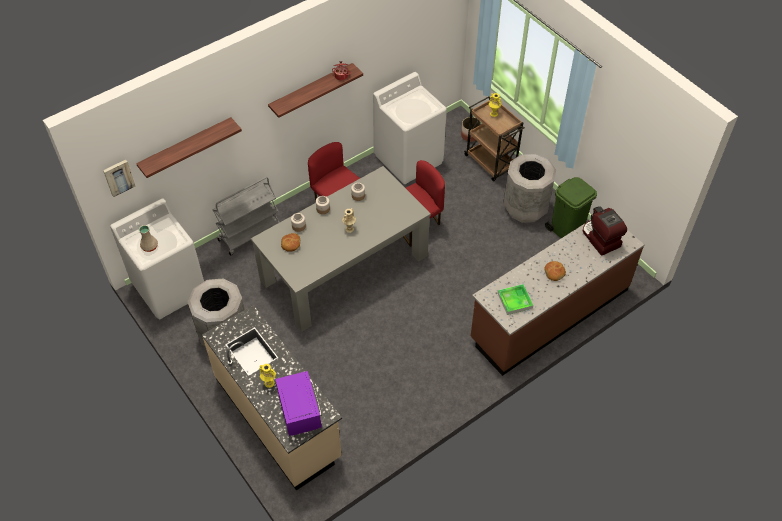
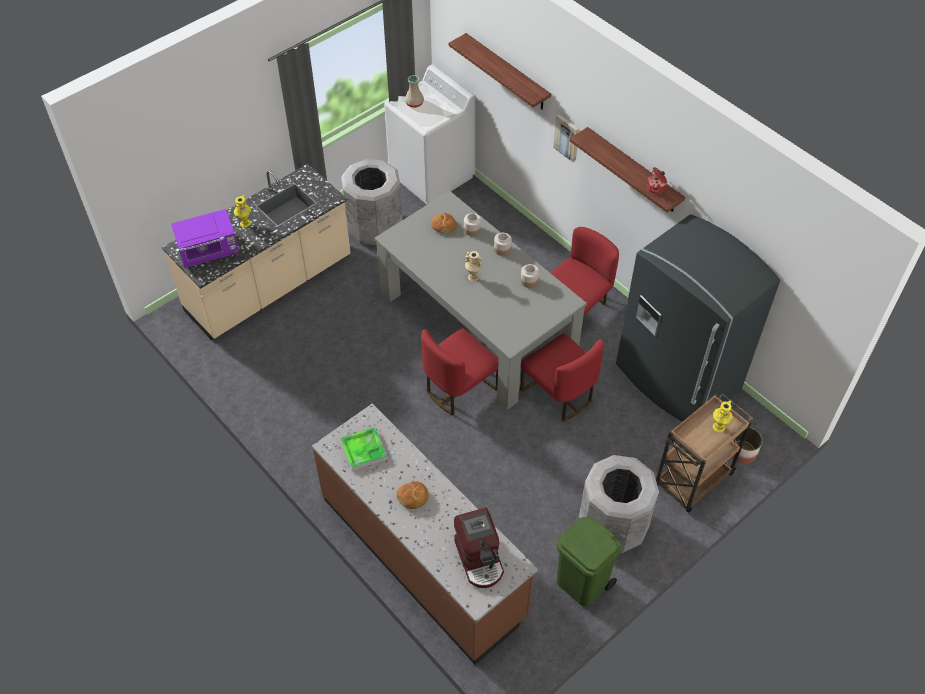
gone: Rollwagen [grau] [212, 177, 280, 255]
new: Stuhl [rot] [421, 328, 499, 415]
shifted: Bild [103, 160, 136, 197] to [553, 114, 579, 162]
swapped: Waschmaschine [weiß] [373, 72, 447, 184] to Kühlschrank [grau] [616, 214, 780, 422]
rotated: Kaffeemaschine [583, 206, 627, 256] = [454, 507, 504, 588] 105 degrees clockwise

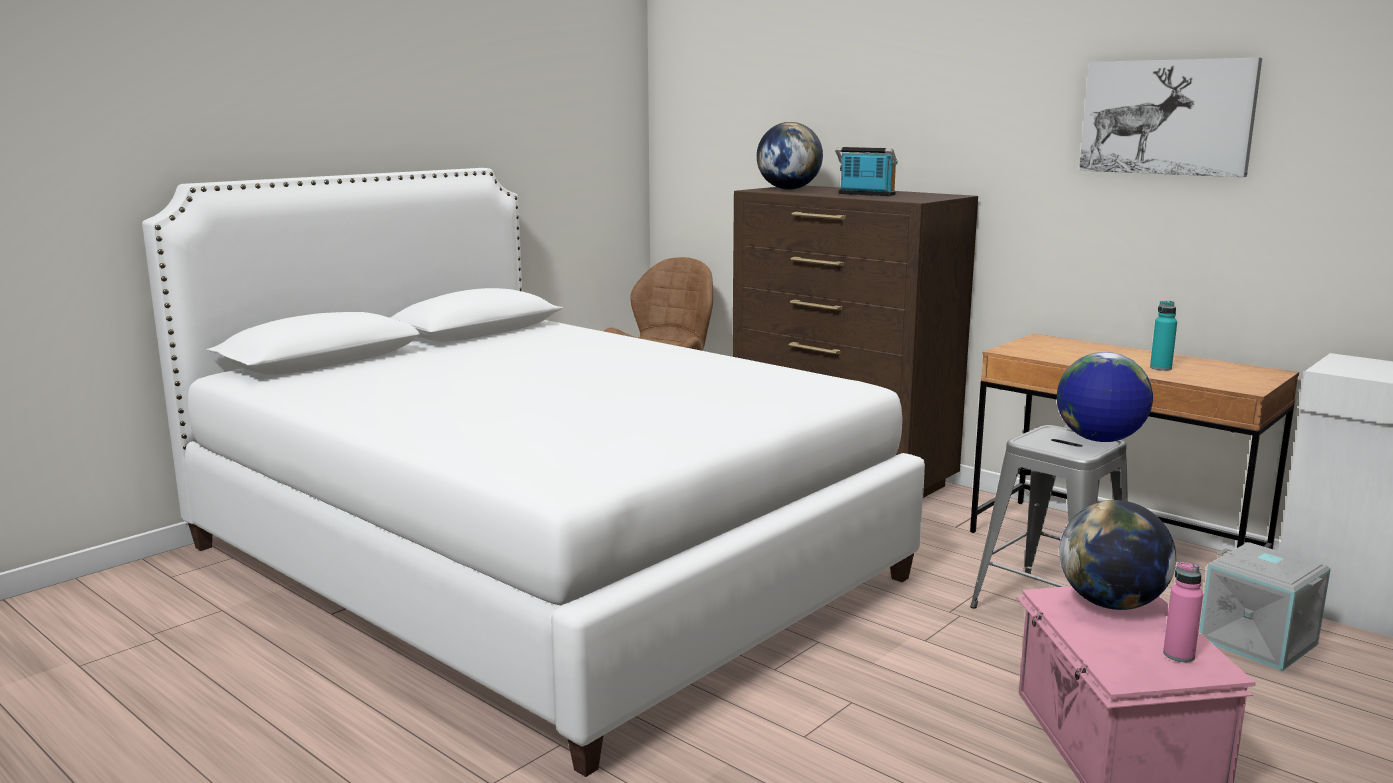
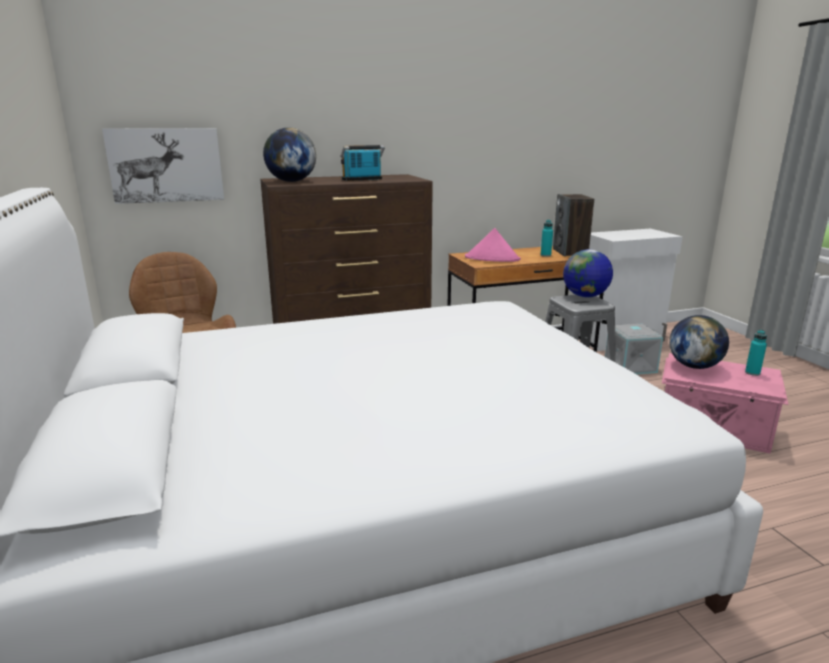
new: Hut [rosa] [465, 228, 520, 262]; Lautsprecher [553, 194, 594, 256]
shifted: Bild [1079, 58, 1262, 177] to [102, 128, 224, 204]
repainted: Flasche [rosa] [1163, 562, 1203, 662] to Flasche [türkis] [745, 330, 767, 376]

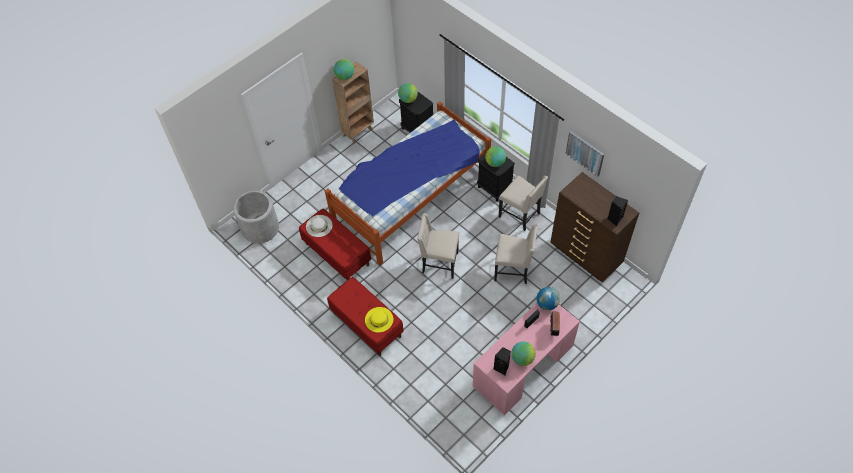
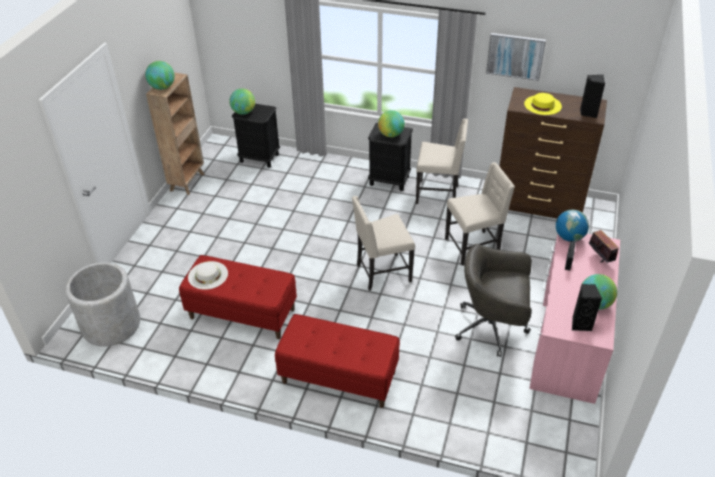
gone: Bett [325, 101, 491, 265]
new: Bürostuhl [grau] [455, 244, 532, 357]
shifted: Hut [gelb] [365, 307, 393, 332] to [524, 93, 562, 115]

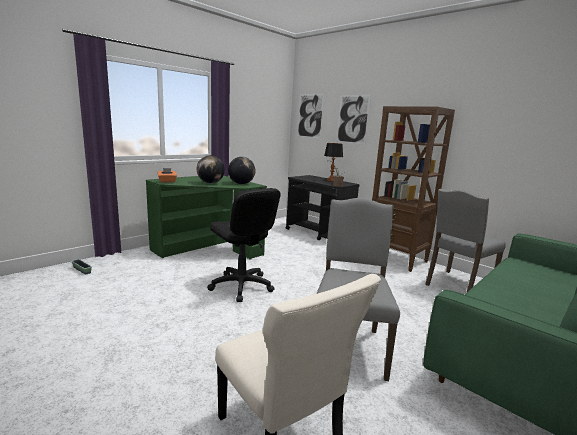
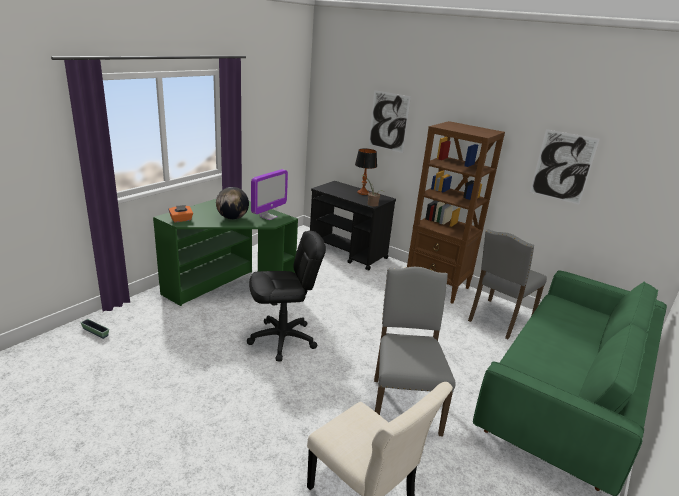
shifted: Bild [298, 94, 324, 138] to [530, 129, 600, 205]
swapped: Globus [228, 157, 255, 184] to Monitor [251, 169, 288, 220]
rotated: Bürostuhl [schwarz] [207, 188, 281, 302] = [247, 231, 326, 362] 60 degrees counterclockwise

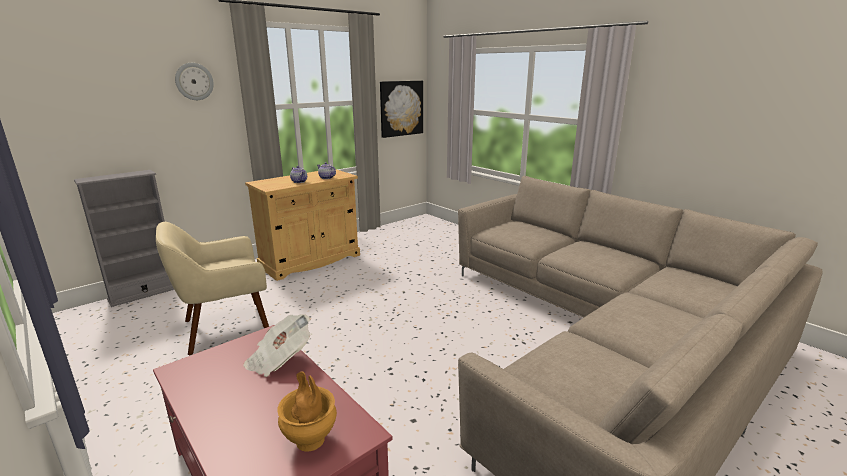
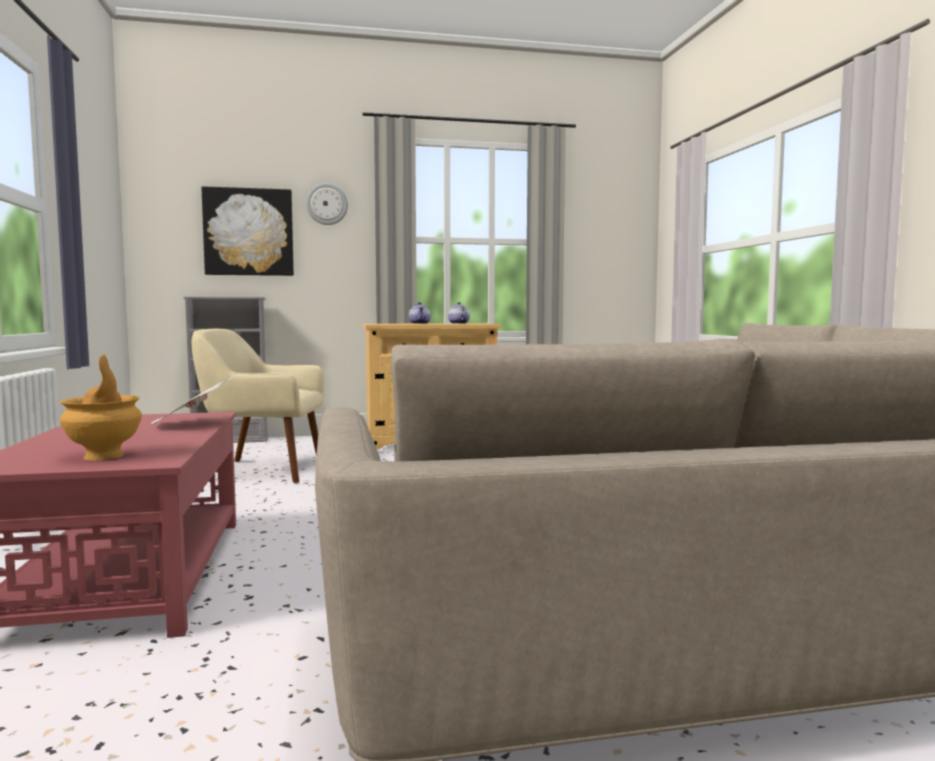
shifted: Bild [380, 81, 423, 138] to [201, 186, 294, 276]

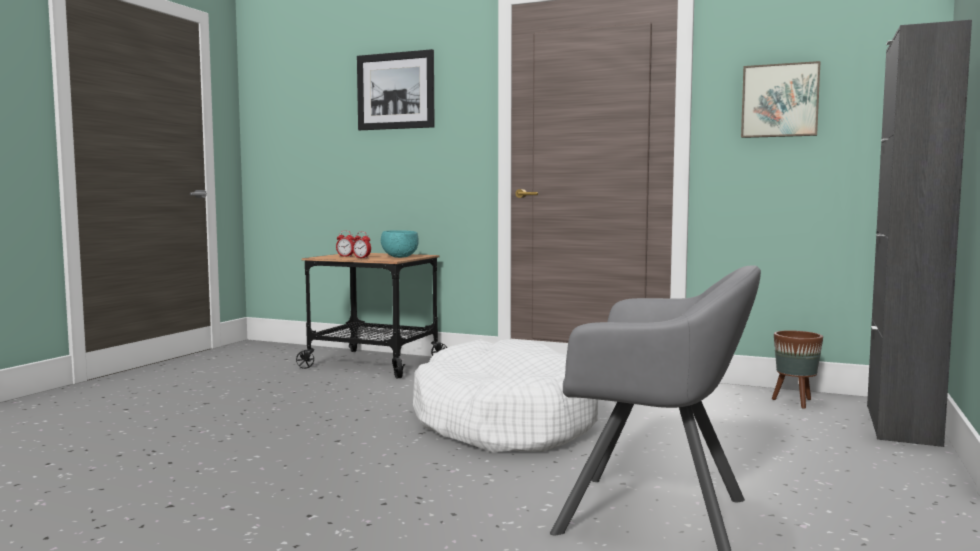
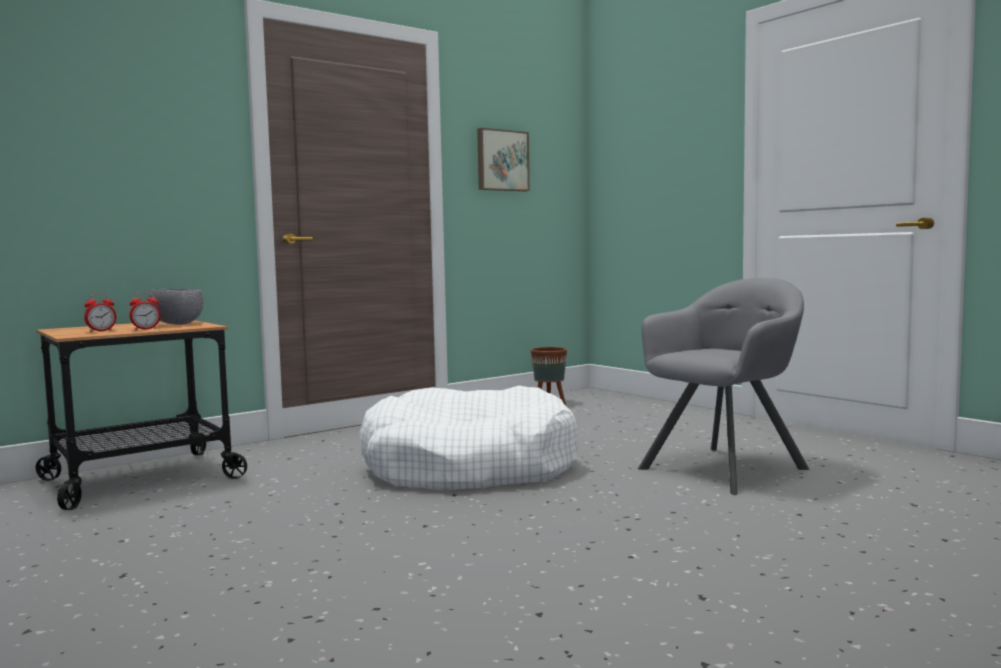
gone: Bild [357, 49, 435, 130]; Schrank [schwarz] [867, 20, 972, 447]
repainted: Schüssel [türkis] [381, 230, 419, 258] to Schüssel [grau] [149, 289, 203, 325]

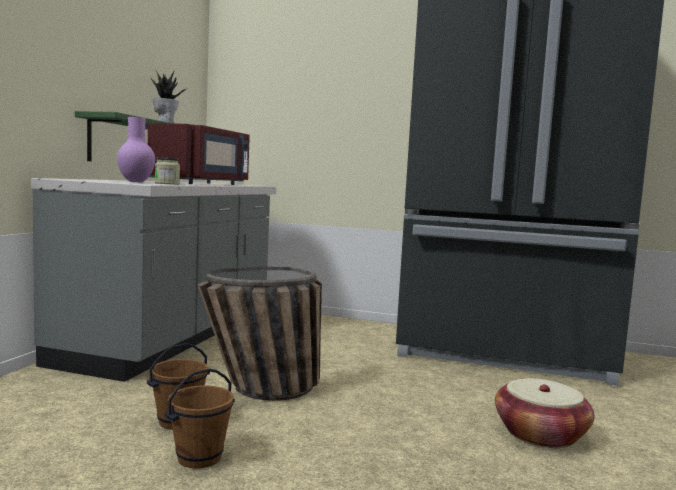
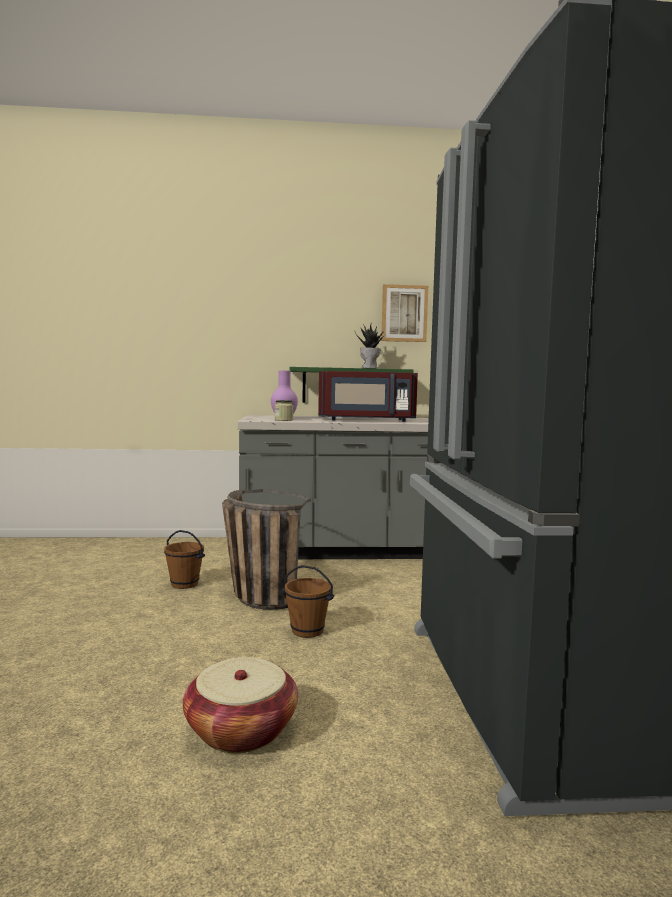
new: Bild [381, 284, 428, 342]
shifted: Eimer [braun] [164, 368, 235, 469] to [282, 565, 334, 638]

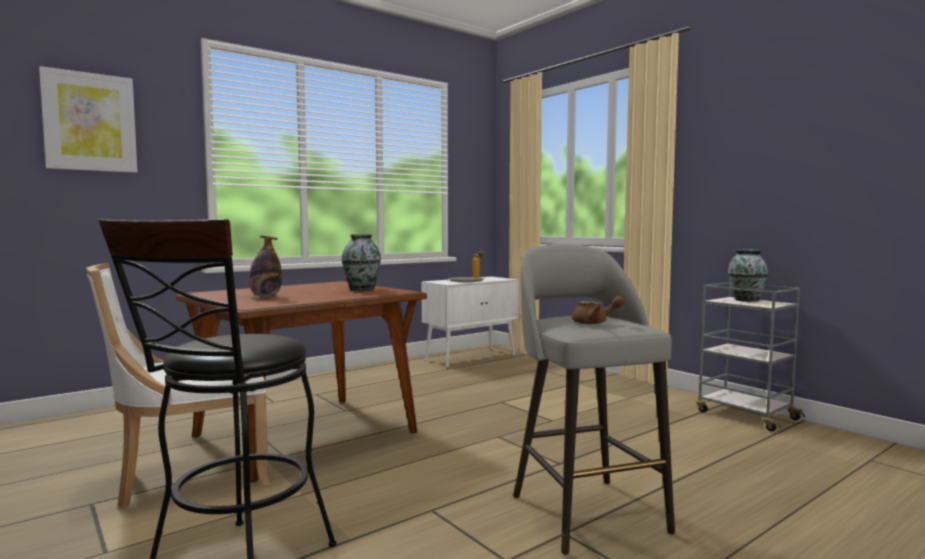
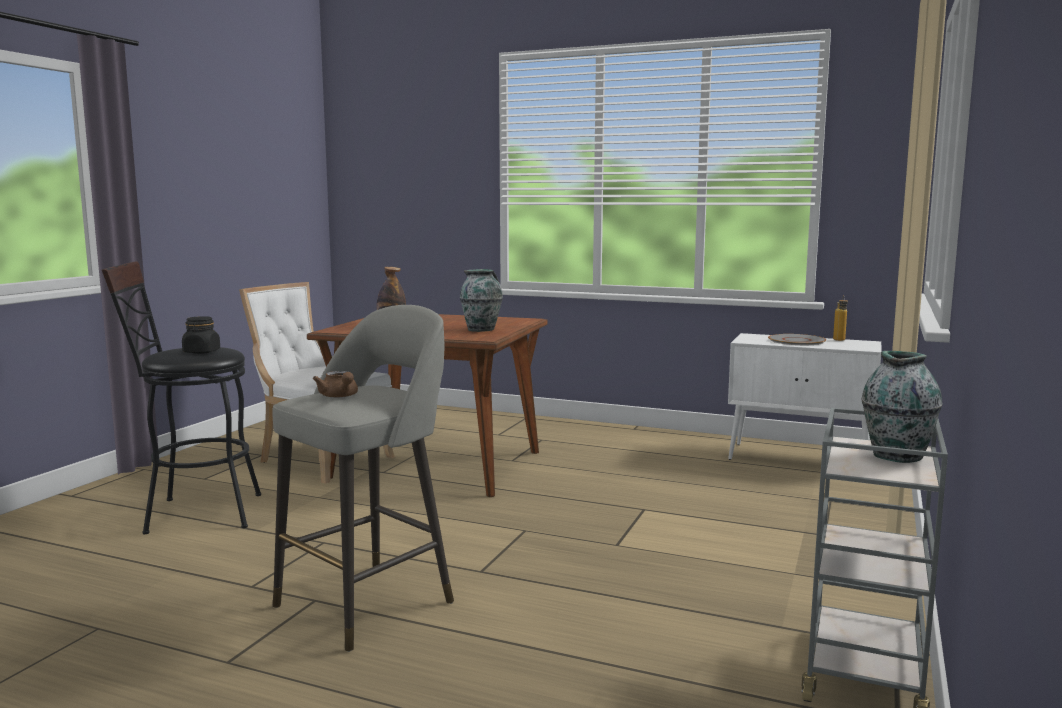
gone: Bild [39, 66, 138, 173]
new: Vorratsglas [schwarz] [182, 316, 220, 354]

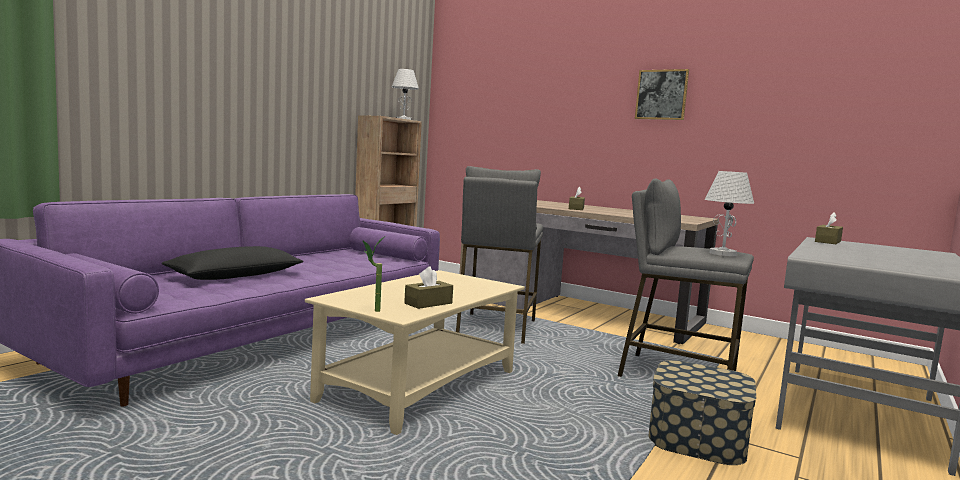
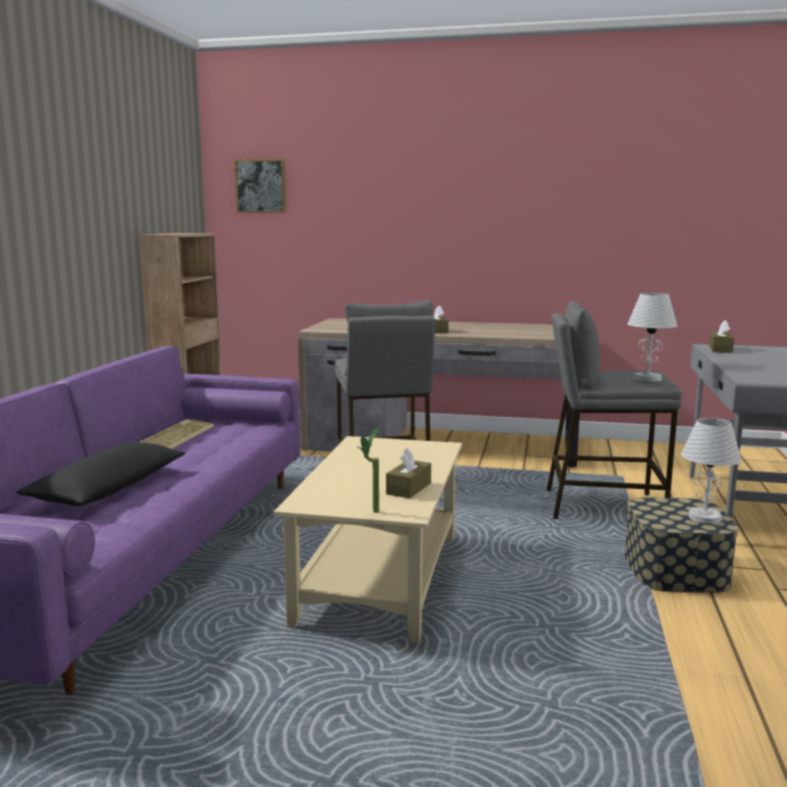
new: Tastatur [140, 420, 214, 449]
shifted: Tischlampe [weiß] [392, 69, 419, 120] to [681, 418, 742, 524]; Bild [635, 69, 689, 120] to [234, 159, 286, 213]

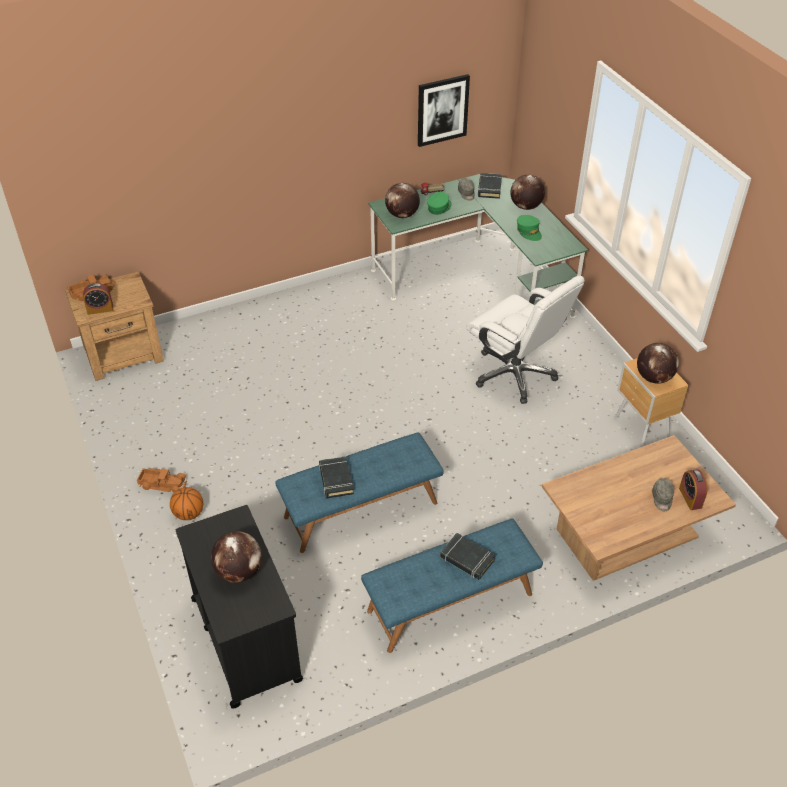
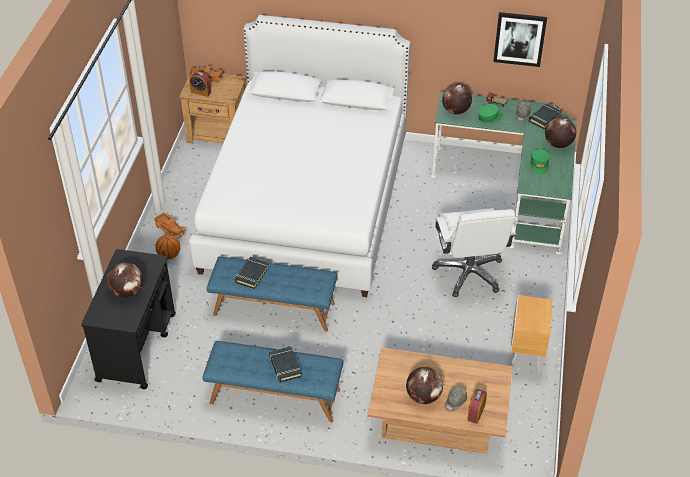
new: Bett [weiß] [189, 15, 410, 297]
shifted: Globus [637, 343, 679, 384] to [406, 367, 443, 404]

